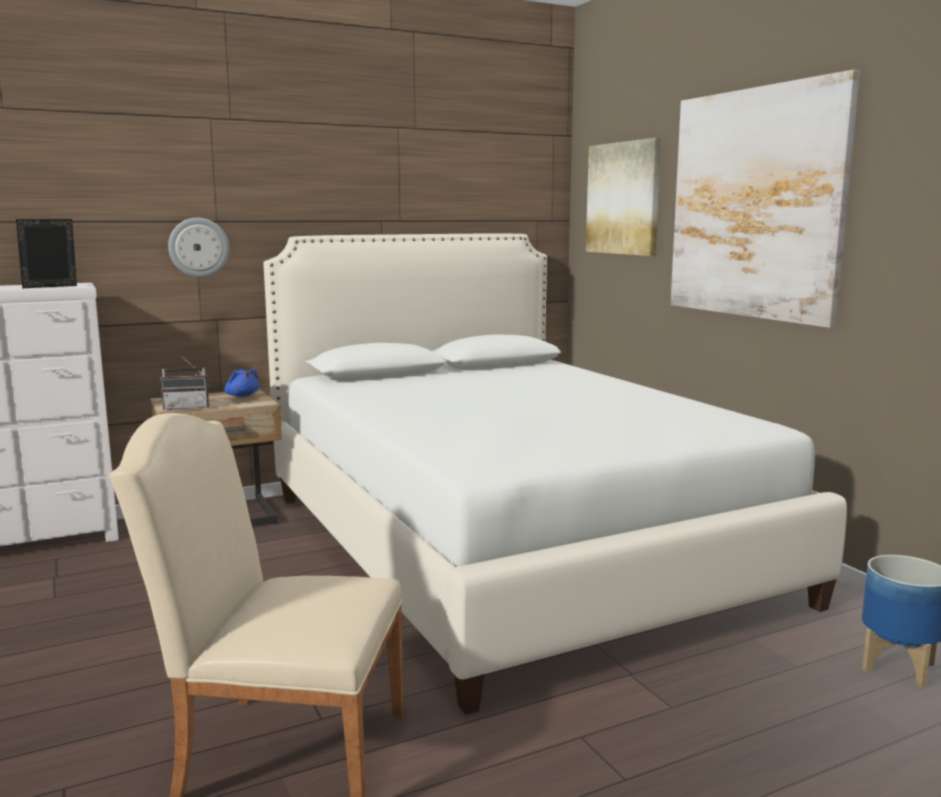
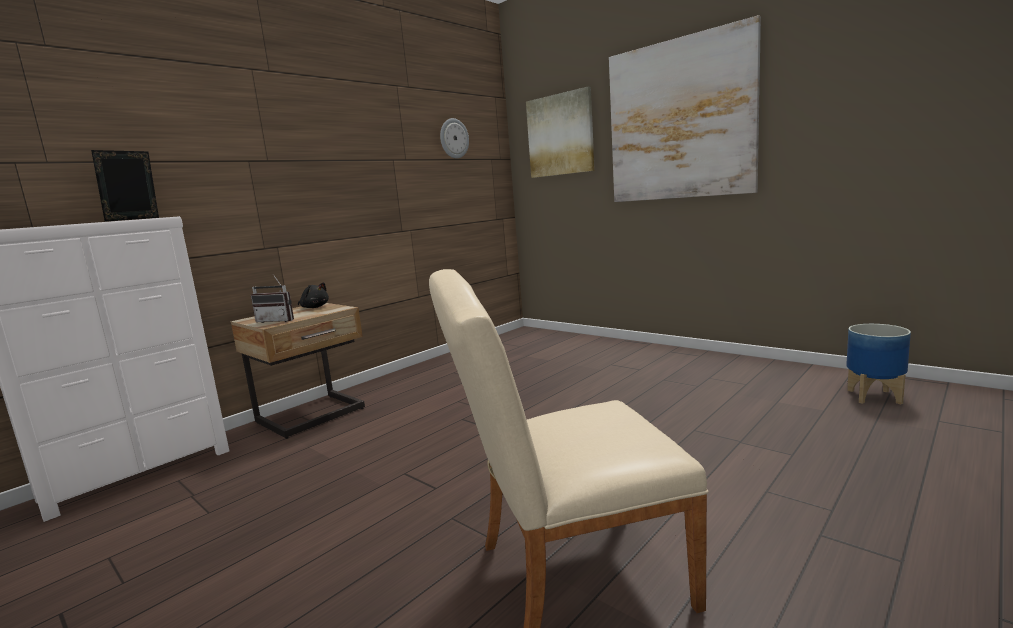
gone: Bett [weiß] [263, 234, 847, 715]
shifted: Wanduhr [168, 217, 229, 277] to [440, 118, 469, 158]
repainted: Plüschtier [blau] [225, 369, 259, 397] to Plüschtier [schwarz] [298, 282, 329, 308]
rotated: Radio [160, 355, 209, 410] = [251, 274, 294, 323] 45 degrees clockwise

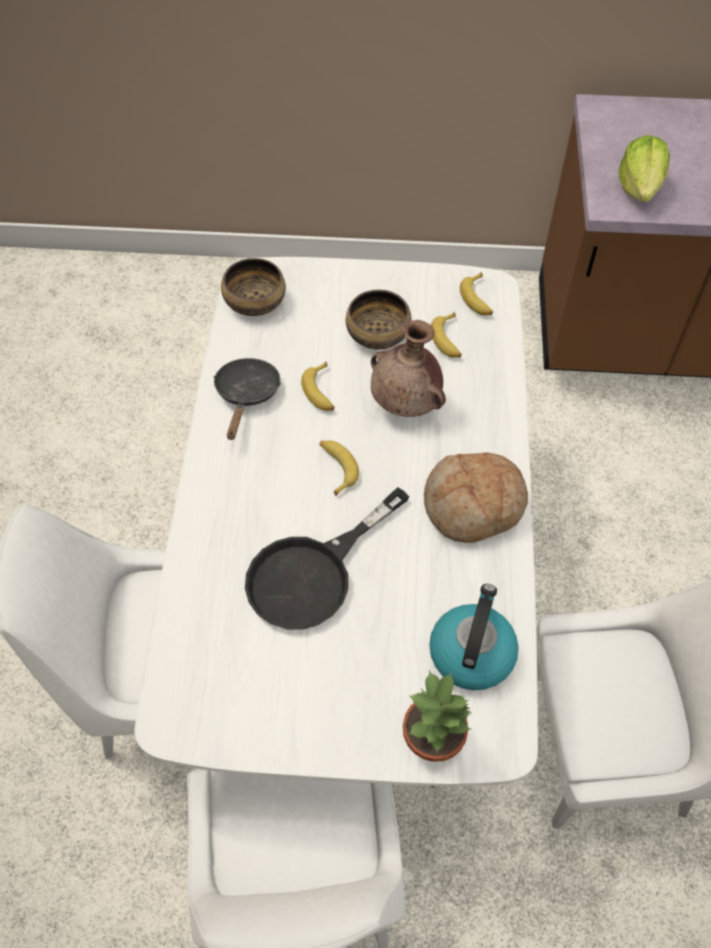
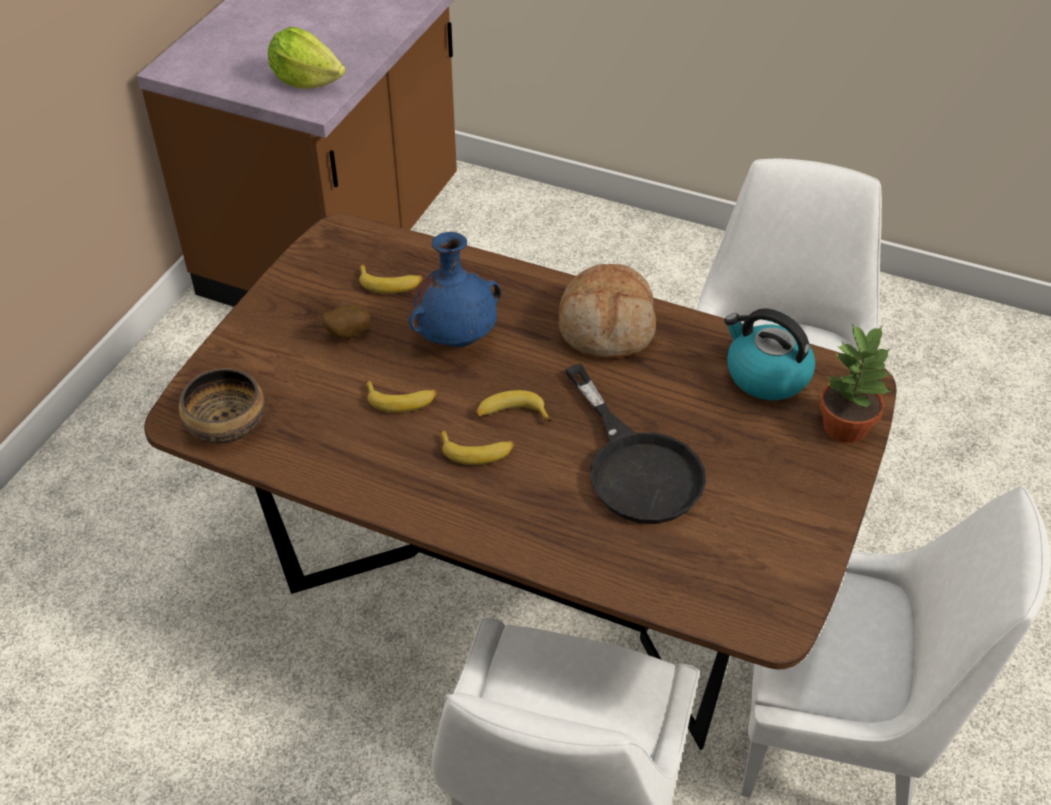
gone: Pfanne [schwarz] [213, 358, 281, 440]
shifted: Banane [460, 273, 493, 315] to [439, 430, 515, 465]
swapped: Schüssel [346, 290, 412, 349] to Kartoffel [322, 304, 370, 338]
repainted: Esstisch [weiß] [134, 257, 538, 787] to Esstisch [braun] [144, 213, 896, 750]; Vase [braun] [371, 320, 446, 417] to Vase [blau] [409, 232, 501, 347]

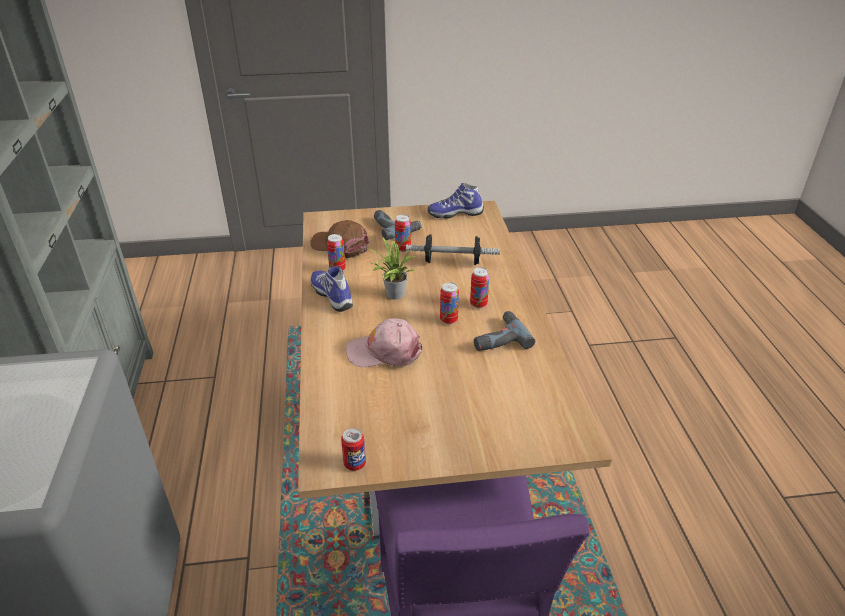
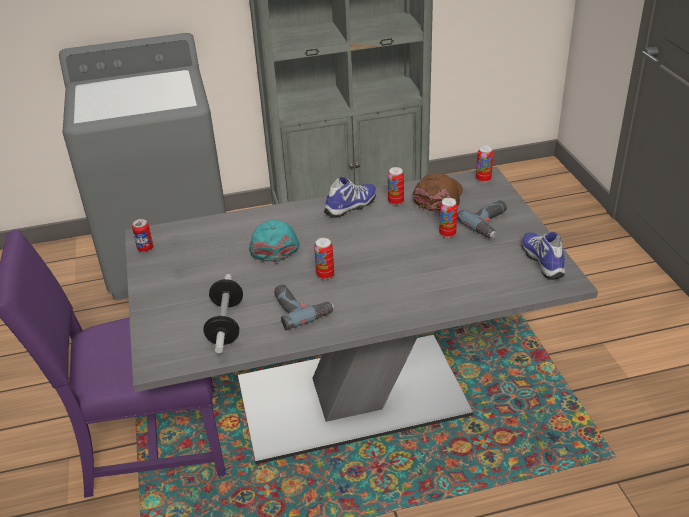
gone: Topfpflanze [370, 237, 416, 299]
shifted: Hantel [406, 234, 500, 265] to [203, 274, 243, 353]; Dose [470, 267, 489, 308] to [476, 145, 493, 183]
repainted: Esstisch [braun] [298, 201, 612, 539] to Esstisch [grau] [125, 167, 598, 464]; Kappe [rosa] [345, 318, 422, 367] to Kappe [türkis] [249, 220, 300, 263]

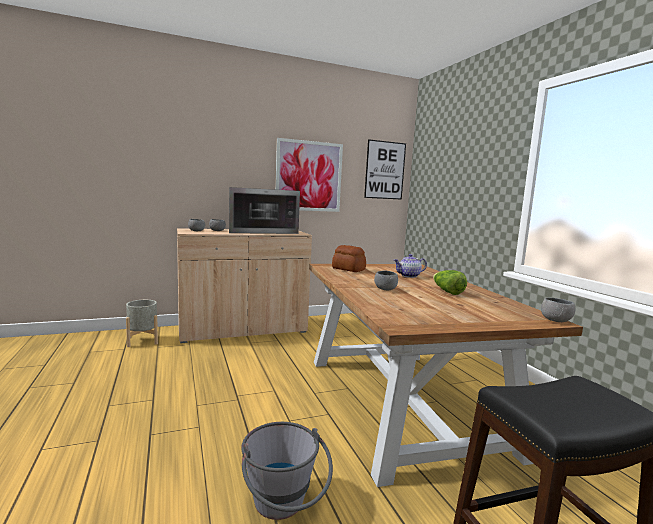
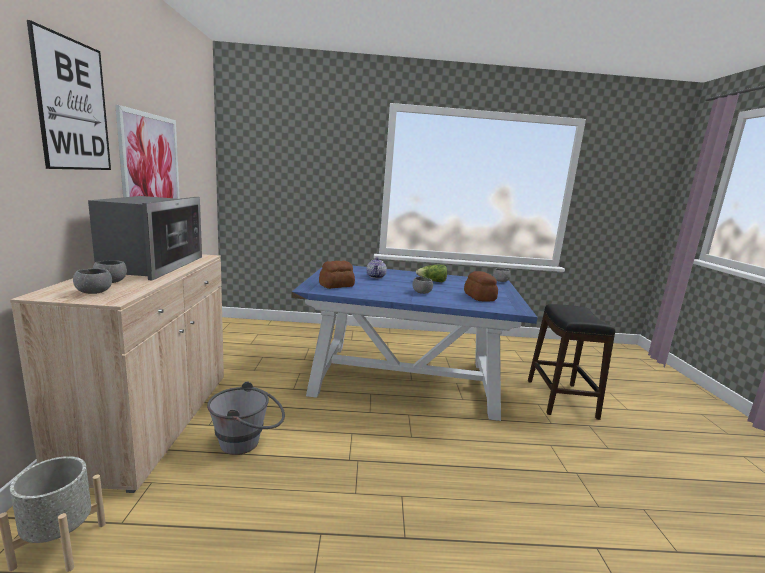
new: Brot [464, 271, 498, 302]
shifted: Eimer [grau] [241, 422, 333, 520] to [207, 381, 285, 455]; Bild [364, 139, 406, 200] to [27, 20, 111, 170]
repainted: Esstisch [braun] [309, 264, 583, 487] to Esstisch [blau] [291, 266, 538, 421]

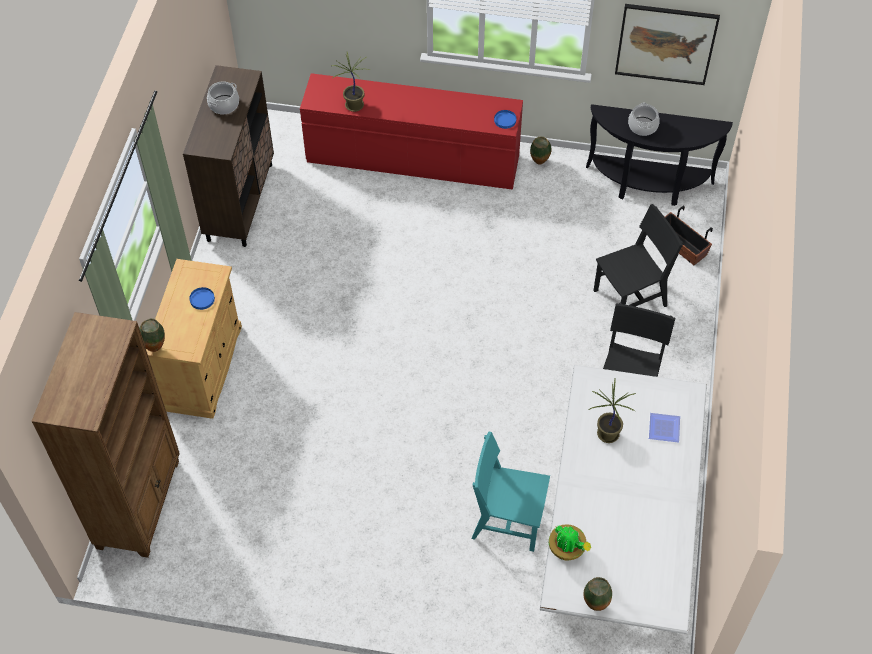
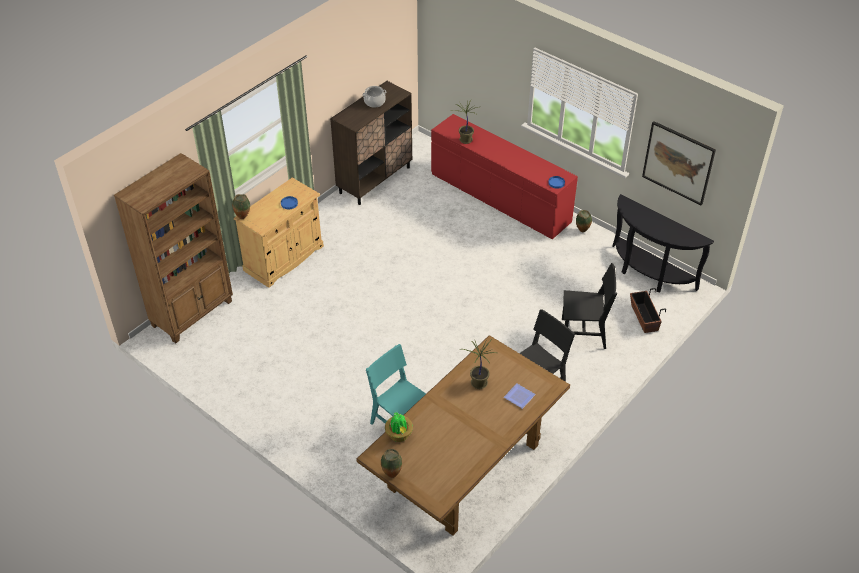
gone: Kochtopf [628, 103, 660, 136]
repainted: Esstisch [weiß] [540, 365, 707, 634] to Esstisch [braun] [356, 335, 570, 536]

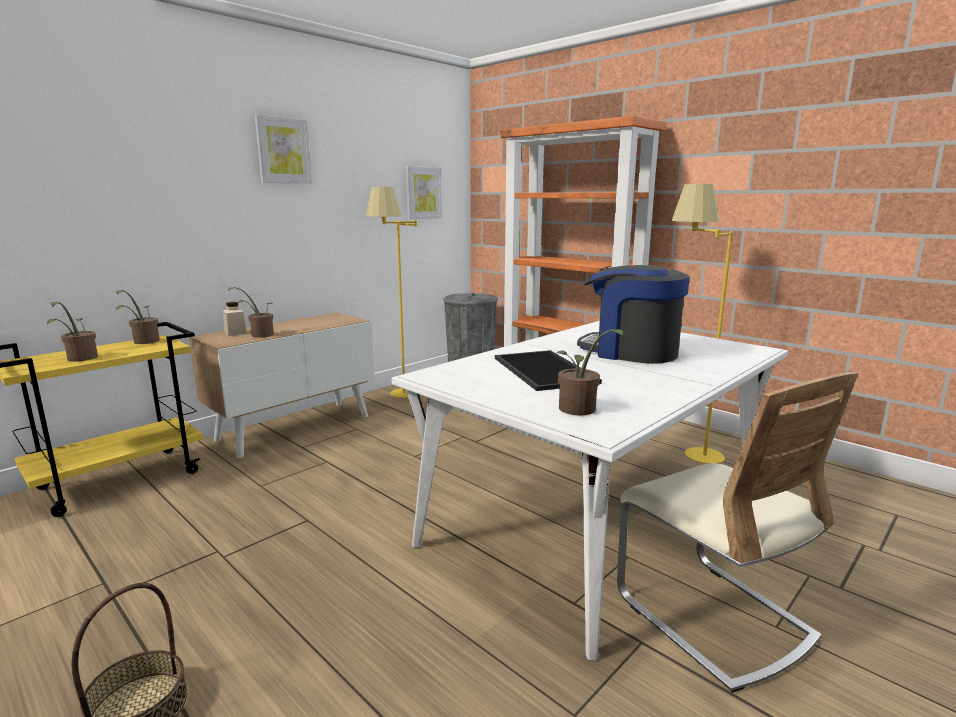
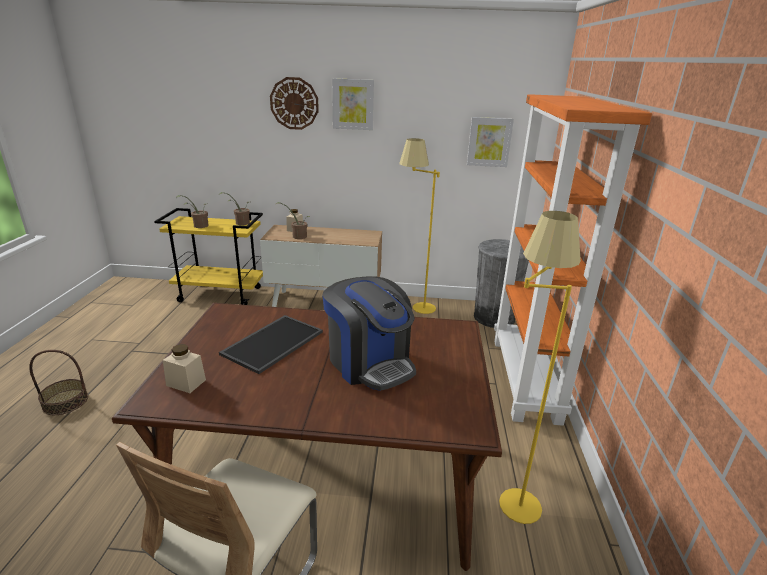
new: Wanduhr [270, 77, 319, 130]
swapped: Topfpflanze [556, 329, 624, 415] to Vorratsglas [beige] [163, 344, 206, 393]
repainted: Esstisch [weiß] [392, 321, 788, 660] to Esstisch [braun] [112, 303, 502, 571]
rotated: Kaffeemaschine [577, 265, 690, 364] = [322, 277, 416, 391] 150 degrees clockwise

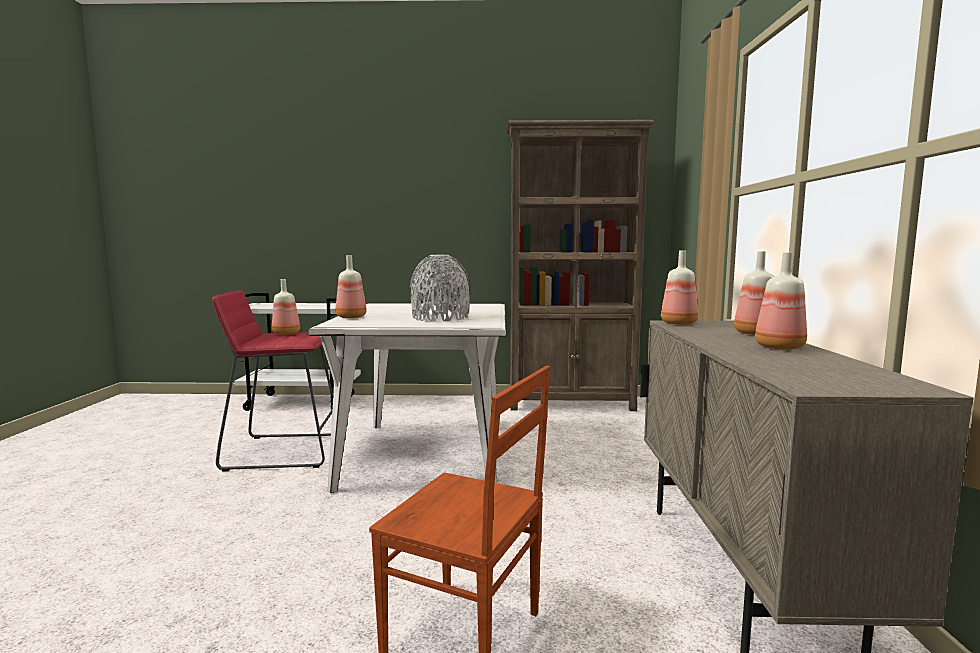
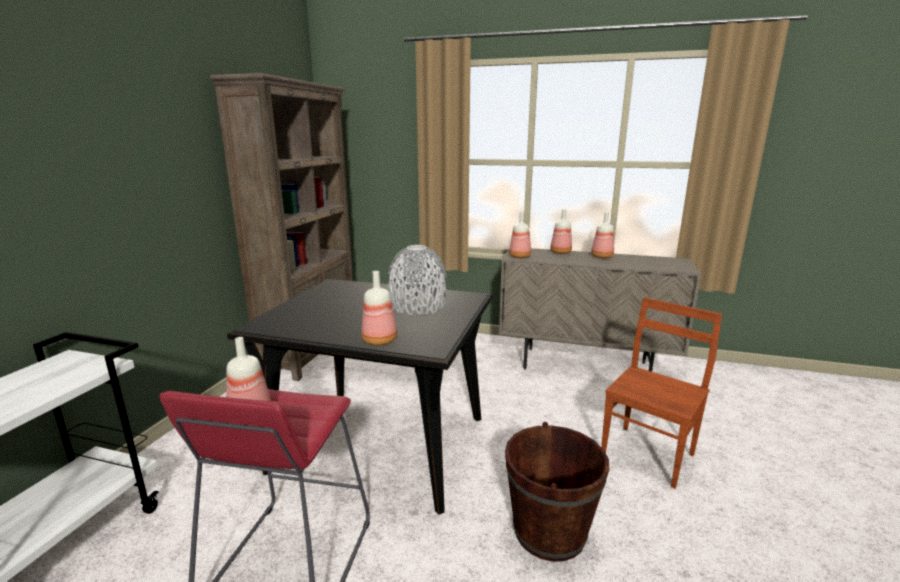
new: Eimer [braun] [505, 422, 609, 562]
repainted: Esstisch [weiß] [309, 303, 506, 493] to Esstisch [schwarz] [227, 279, 492, 515]

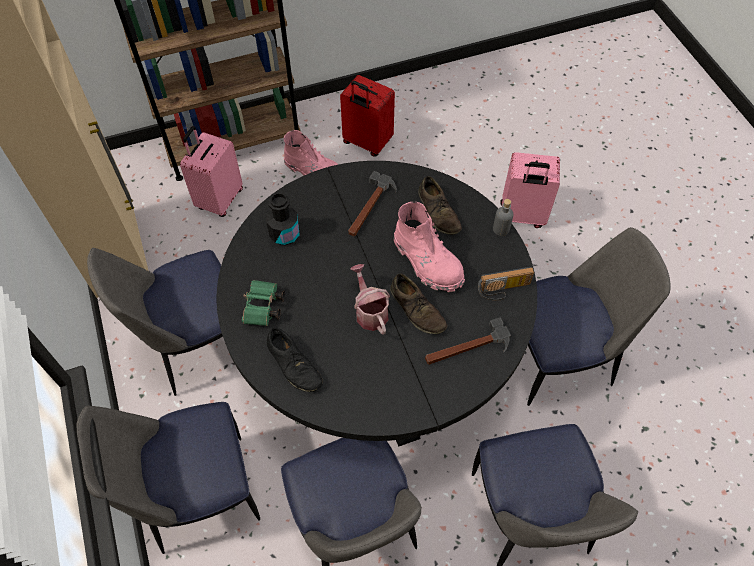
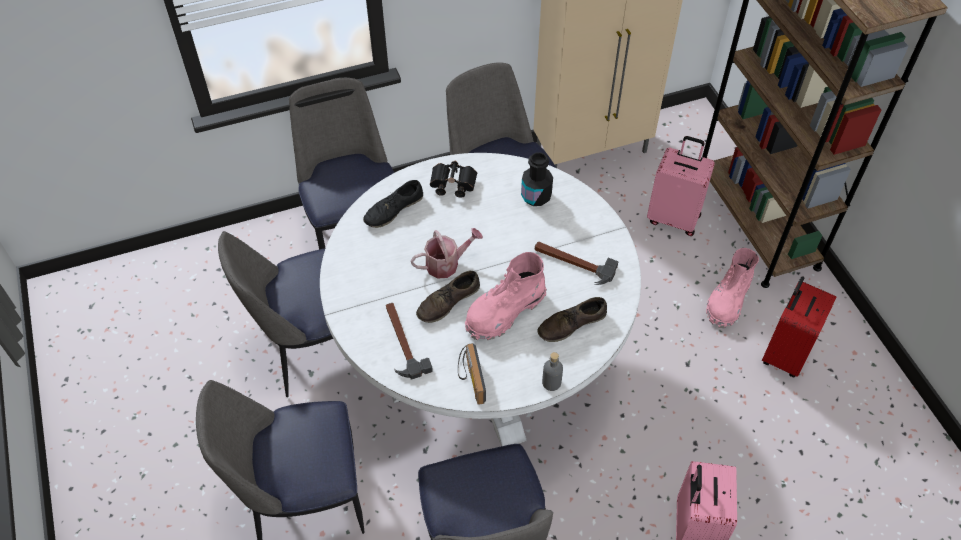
repainted: Esstisch [schwarz] [217, 161, 537, 447] to Esstisch [weiß] [320, 153, 641, 446]; Fernglas [grün] [242, 280, 285, 326] to Fernglas [schwarz] [430, 161, 477, 198]

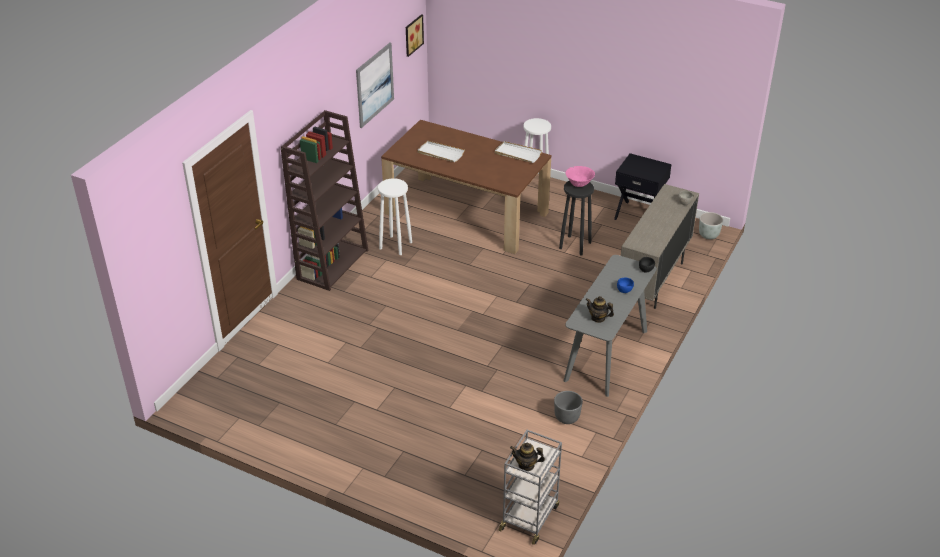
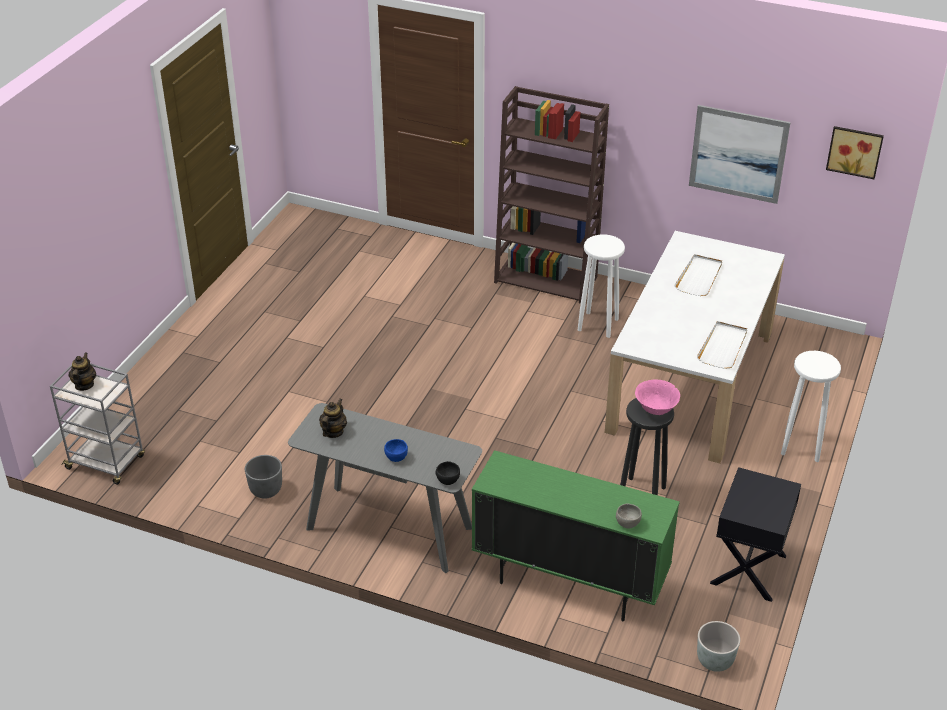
repainted: Esstisch [braun] [381, 120, 551, 254] to Esstisch [weiß] [605, 231, 785, 463]; Schrank [beige] [621, 184, 699, 309] to Schrank [grün] [472, 450, 680, 621]

